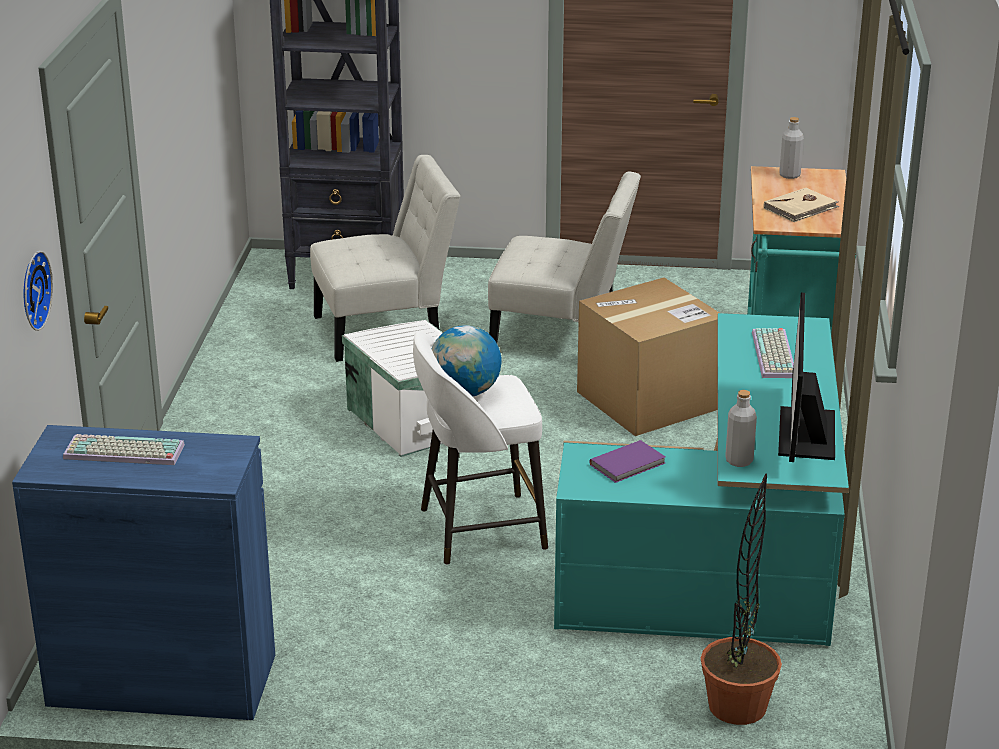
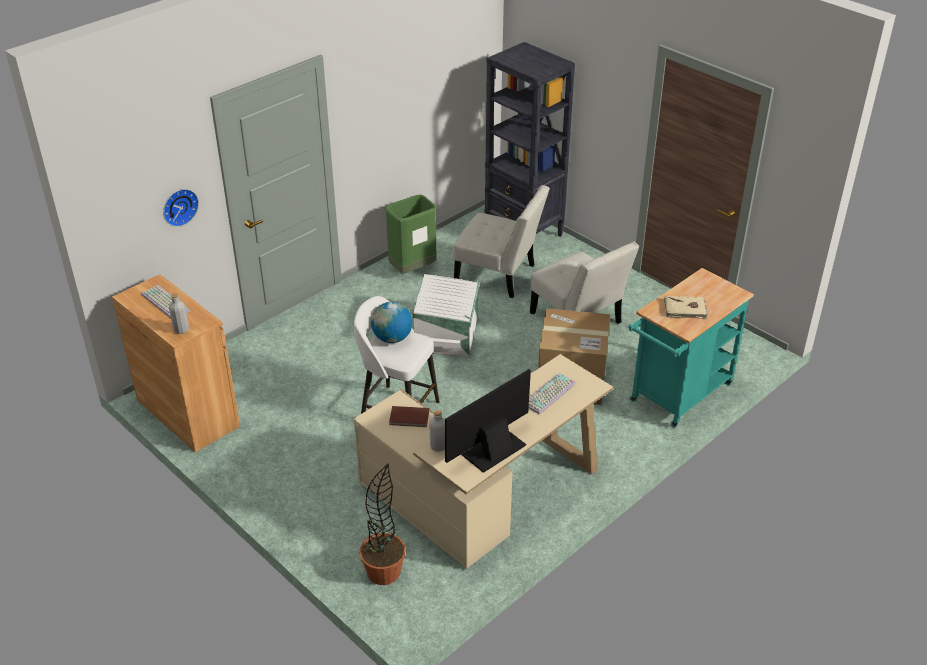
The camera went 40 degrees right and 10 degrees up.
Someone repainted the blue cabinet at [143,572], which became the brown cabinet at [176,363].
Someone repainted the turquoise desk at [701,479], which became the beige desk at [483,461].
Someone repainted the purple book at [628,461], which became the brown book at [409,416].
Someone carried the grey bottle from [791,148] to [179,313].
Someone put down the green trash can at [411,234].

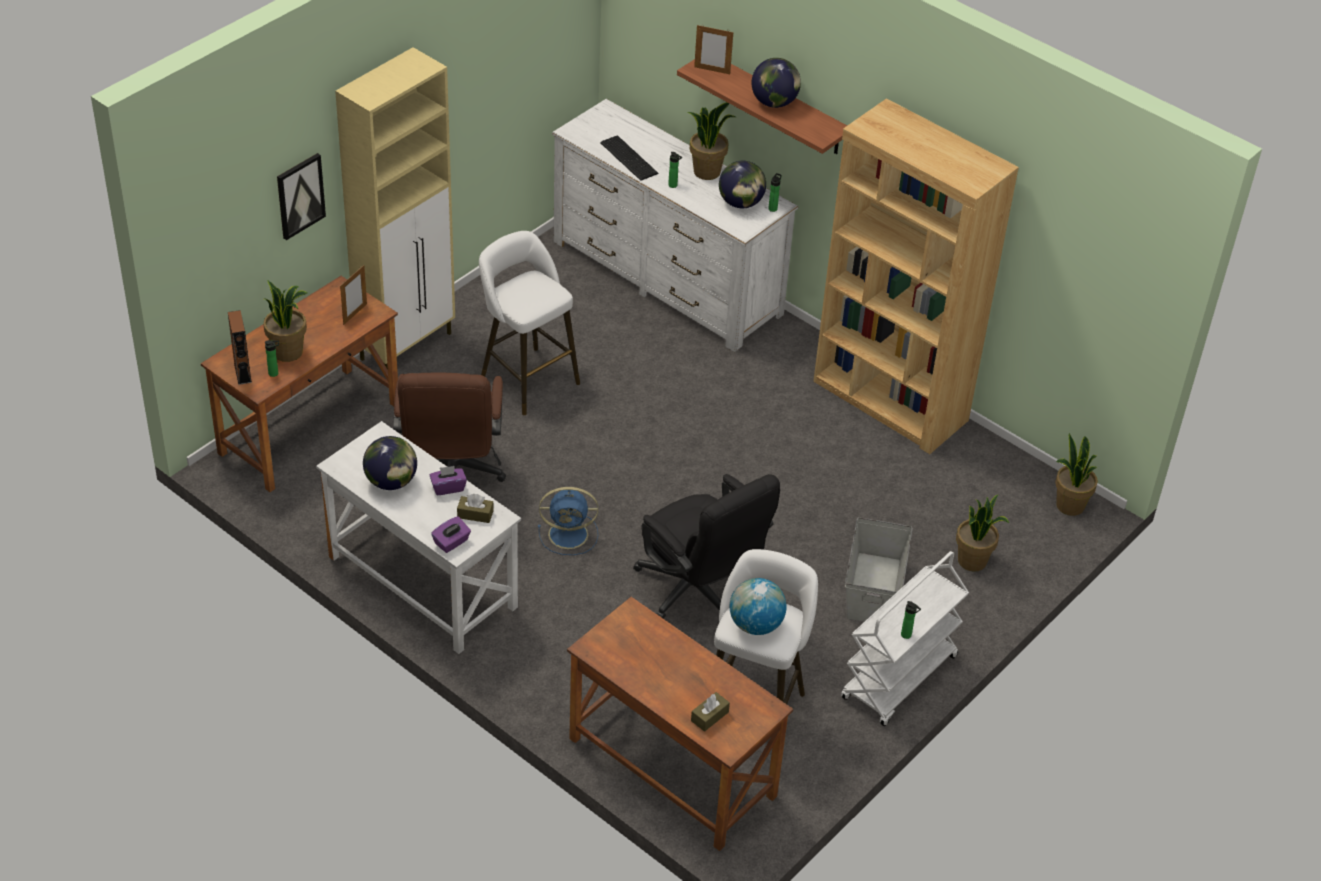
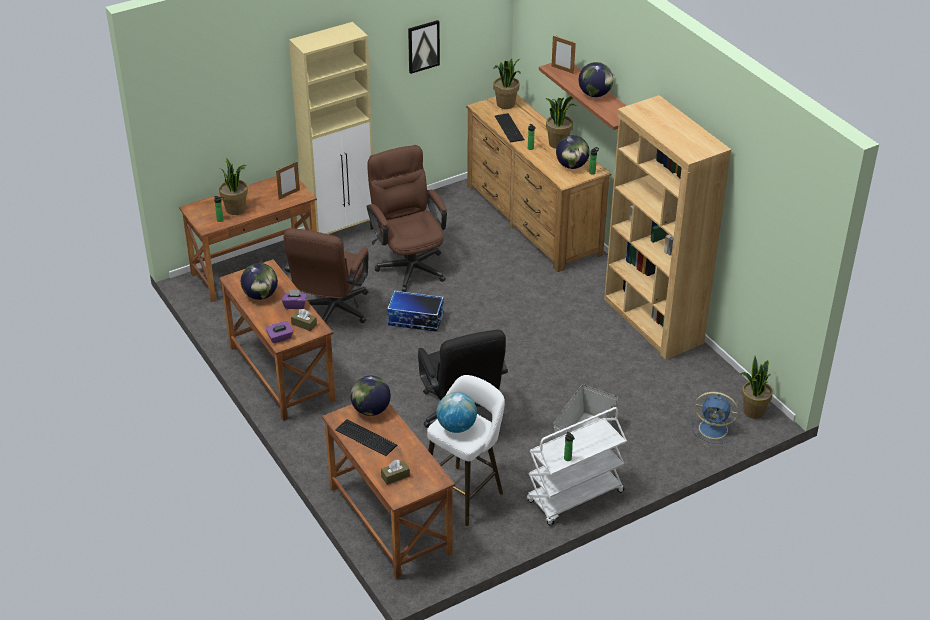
The camera went 20 degrees right and 5 degrees down.
Someone took away the brown speaker at [240,347].
Someone carried the picture from [301,196] to [424,47].
Someone repainted the white desk at [418,537], which became the brown desk at [277,340].
Someone swapped the white stool at [529,323] for the brown office chair at [407,218].
Someone carried the blue fan from [568,521] to [715,418].
Someone repainted the white dresser at [675,225], which became the brown dresser at [538,183].
Someone carried the potted plant from [982,533] to [507,83].
Someone put down the keyboard at [366,437].
Someone put down the globe at [370,396].
Someone put down the storage box at [415,311].

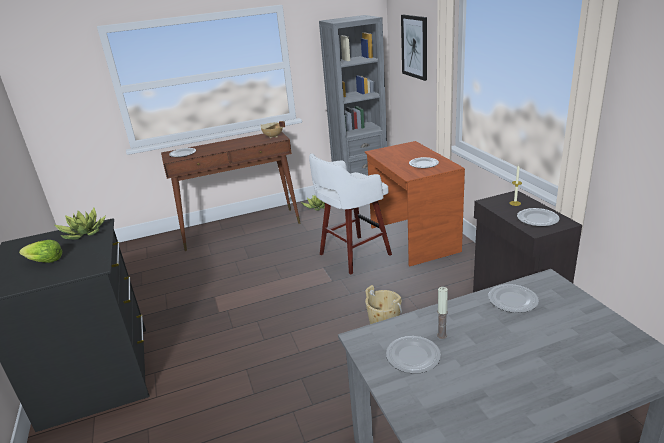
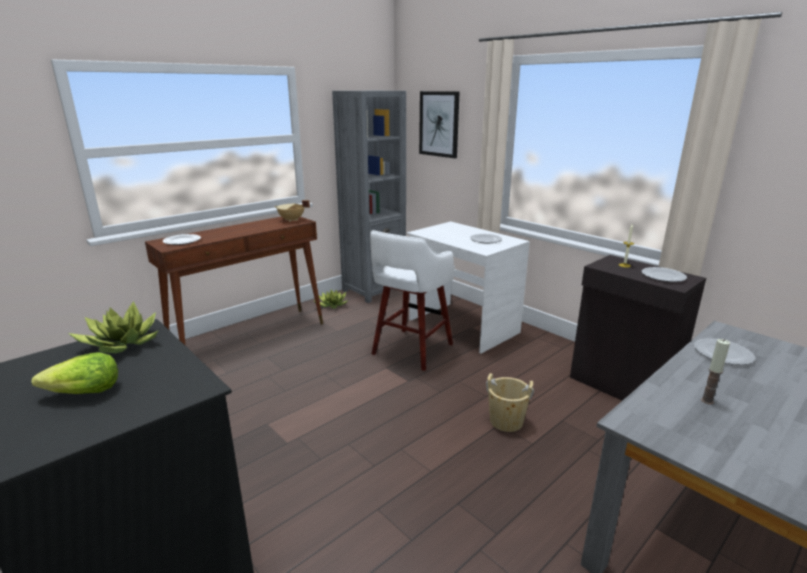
The camera went 25 degrees left and 5 degrees down.
Someone repainted the brown desk at [415,203], which became the white desk at [468,287].
Someone took away the plate at [413,355].

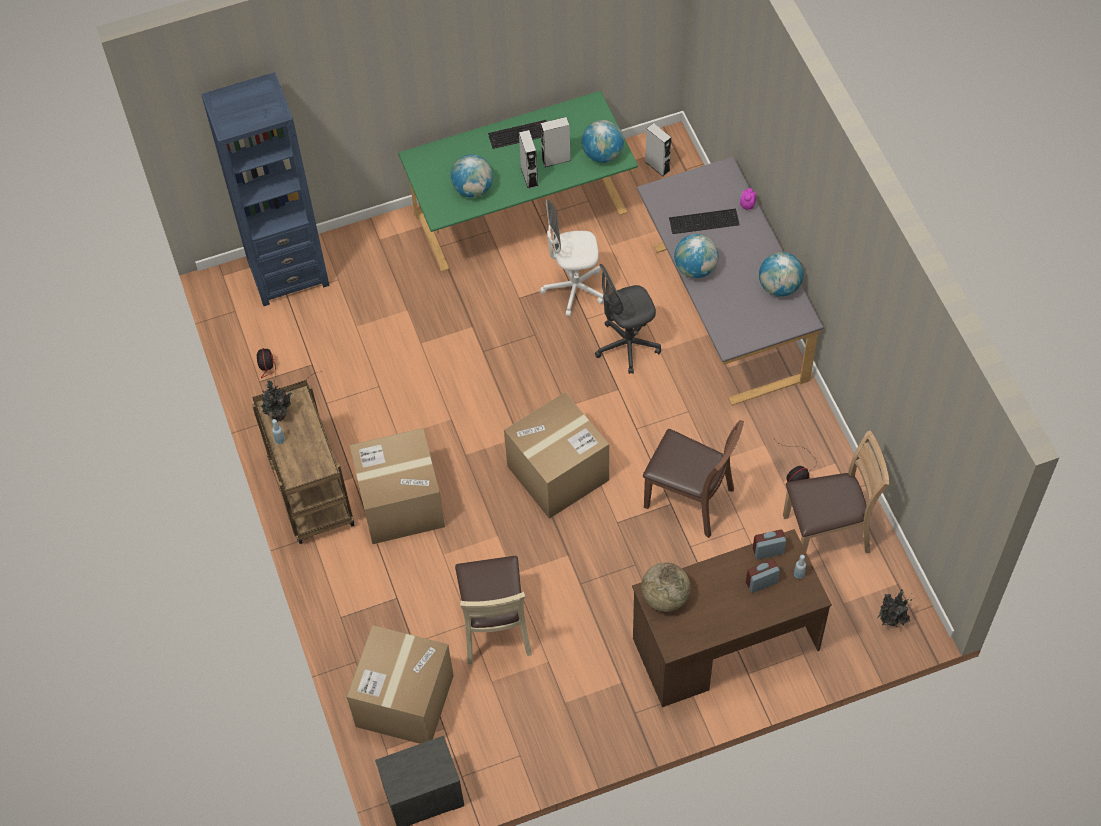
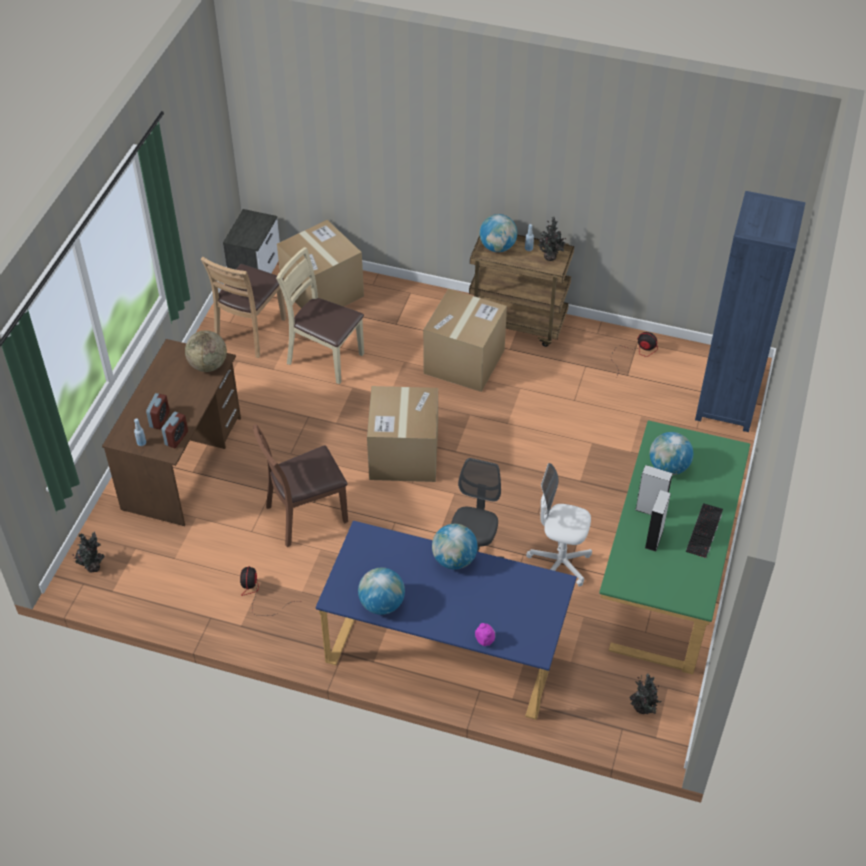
The camera went 125 degrees right and 10 degrees down.
Someone rotated the white office chair at [572,258] by 105 degrees counterclockwise.
Someone carried the globe from [603,141] to [498,233].
Someone repainted the grey desk at [730,281], which became the blue desk at [446,620].
Someone swapped the grey speaker at [658,149] for the potted plant at [645,693].
Someone took away the keyboard at [704,221].
Someone carried the brown chair from [836,492] to [243,307].

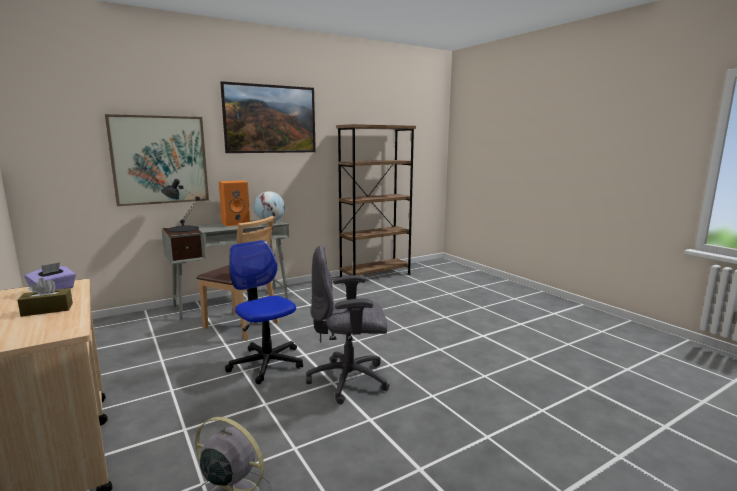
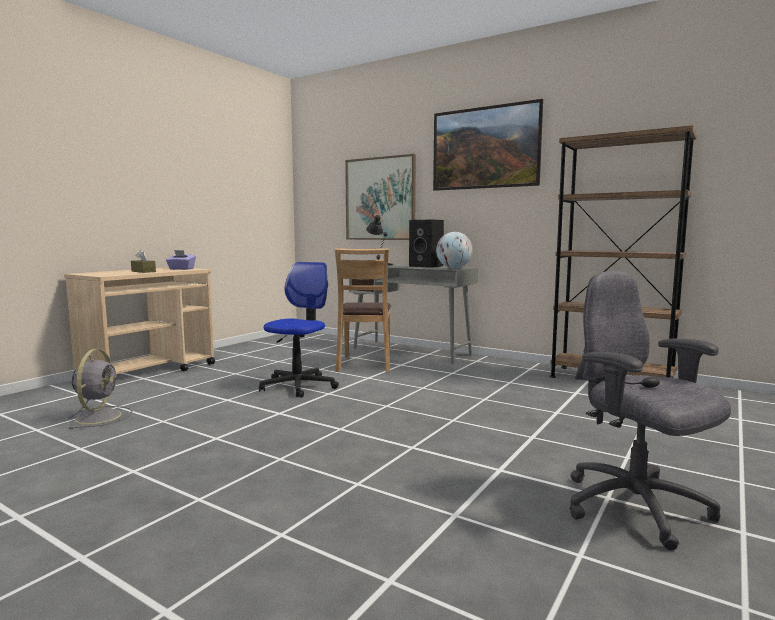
The camera went 65 degrees right and 5 degrees down.
Someone repainted the orange speaker at [234,203], which became the black speaker at [426,244].
Someone carried the grey office chair from [348,325] to [650,410].

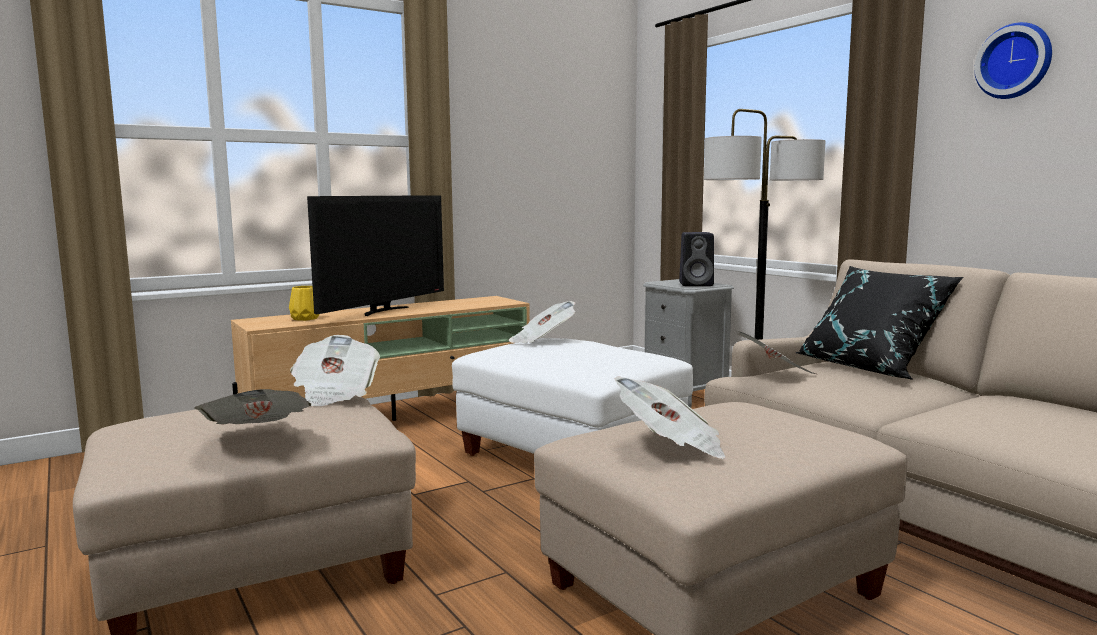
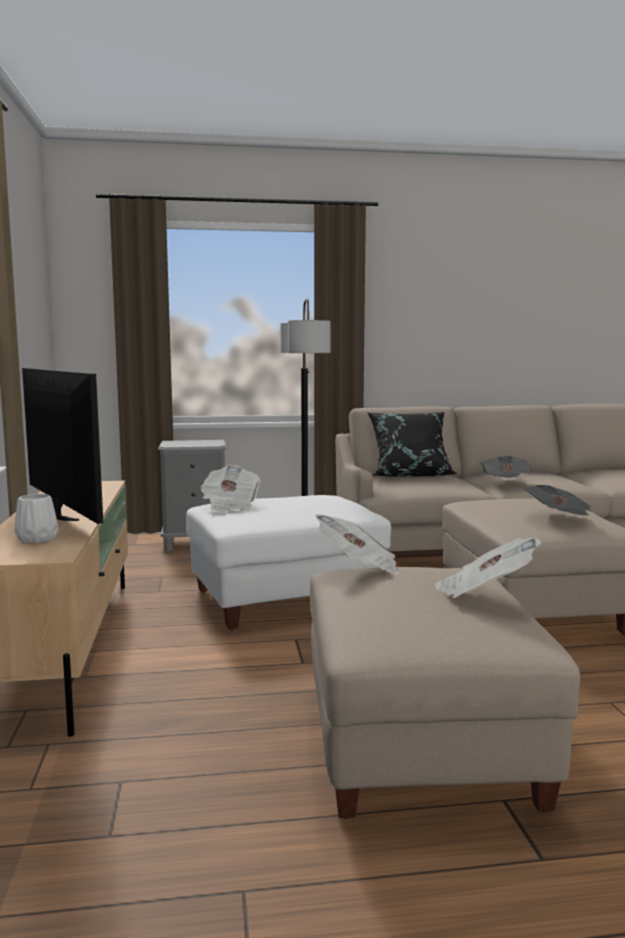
The camera went 65 degrees left and 0 degrees up.
Someone repainted the yellow vase at [304,303], which became the white vase at [37,518].
Someone took away the black speaker at [696,259].
Someone carried the newspaper from [776,352] to [506,467].
Someone took away the wall clock at [1013,60].

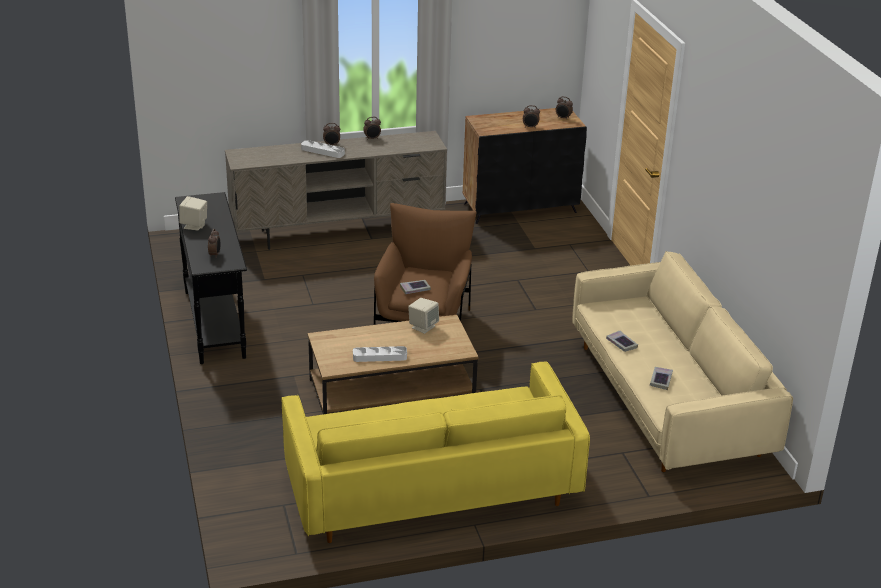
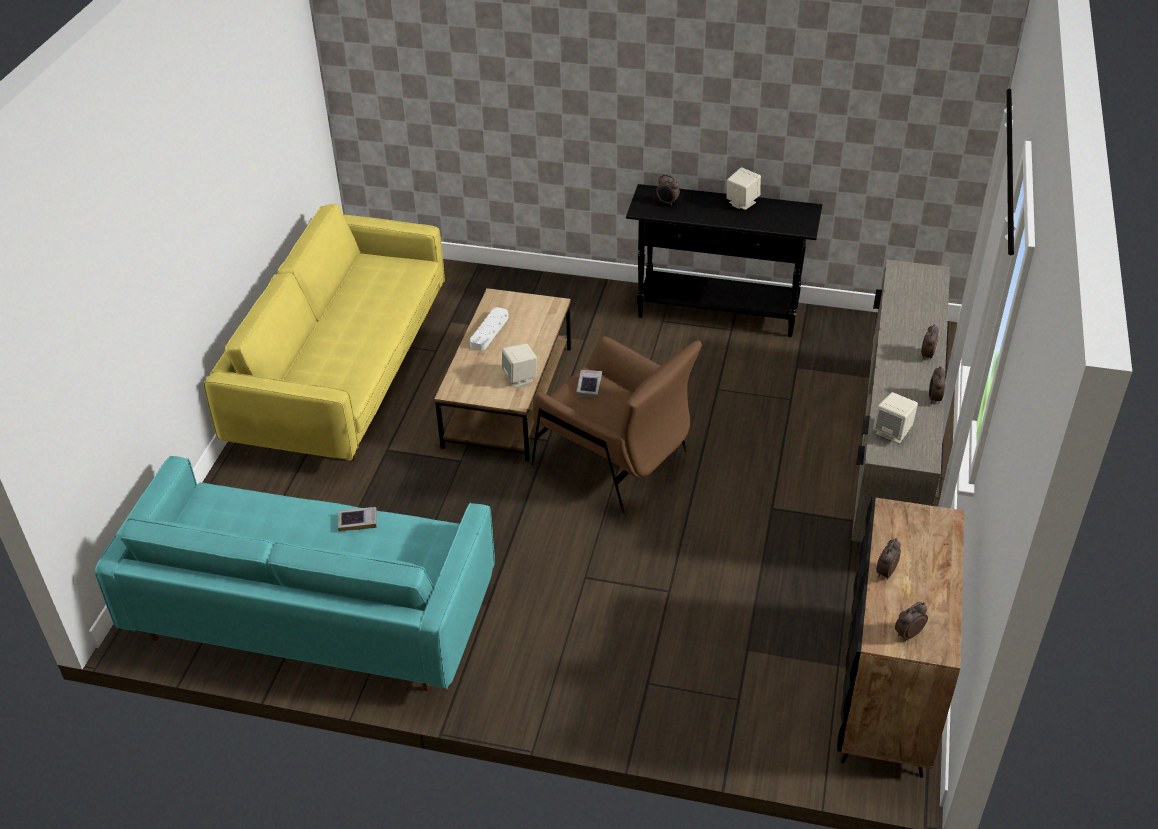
The camera went 120 degrees right and 10 degrees up.
Someone took away the white tray at [323,149].
Someone repainted the beige sofa at [682,361], which became the turquoise sofa at [295,573].
Someone took away the book at [661,378].
Someone put down the beige speaker at [895,418].

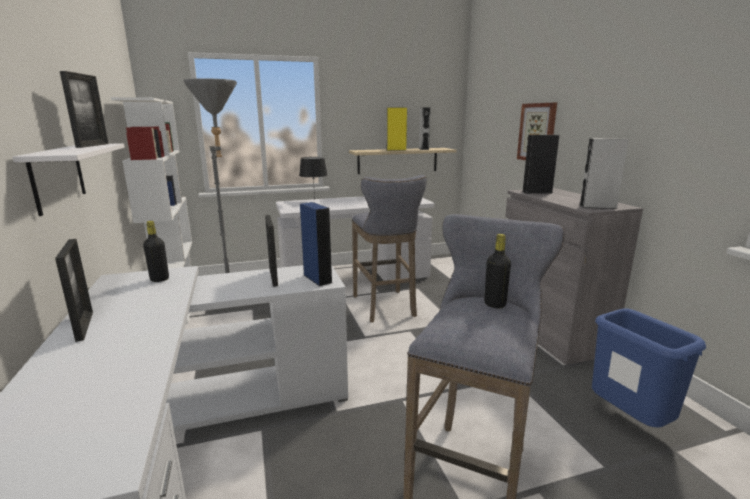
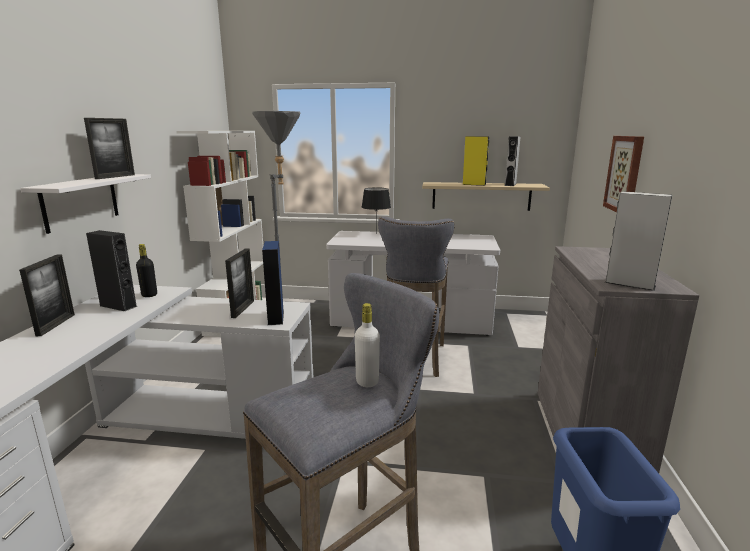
The camera went 25 degrees right and 0 degrees up.
Someone repainted the black bottle at [497,271], which became the white bottle at [367,345].
Someone carried the black speaker from [541,164] to [111,270].

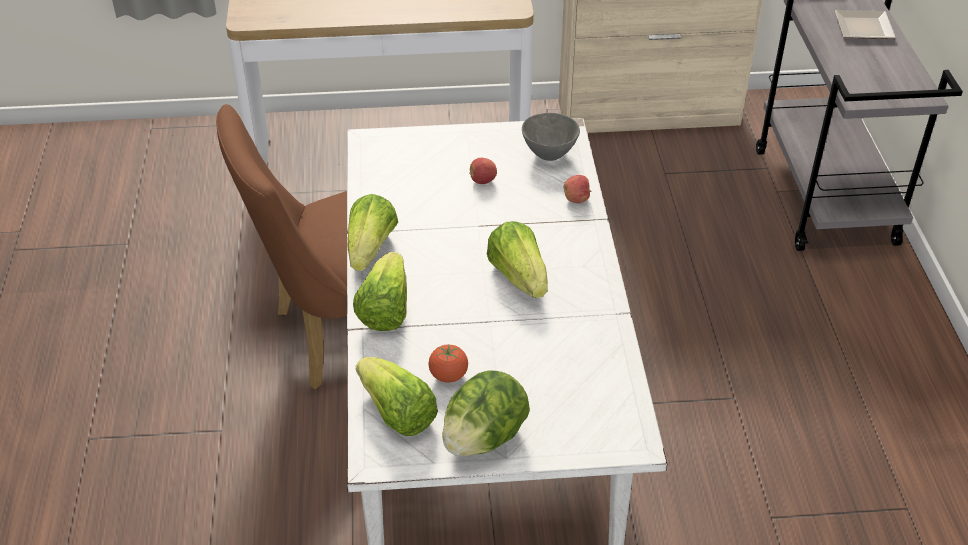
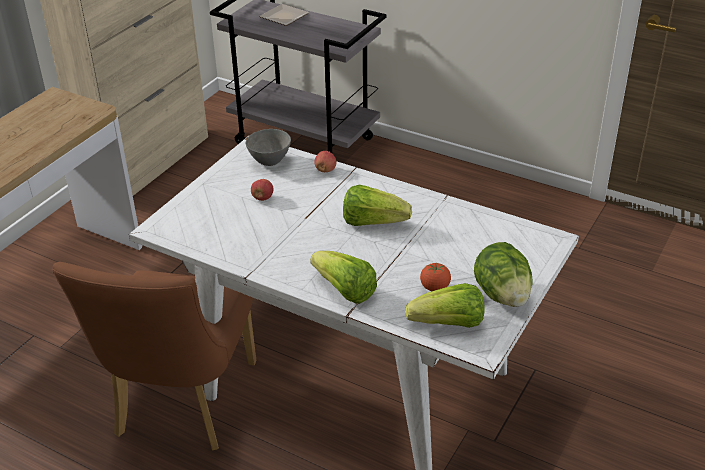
The camera went 55 degrees left and 5 degrees down.
Someone took away the lettuce at [373,232].

